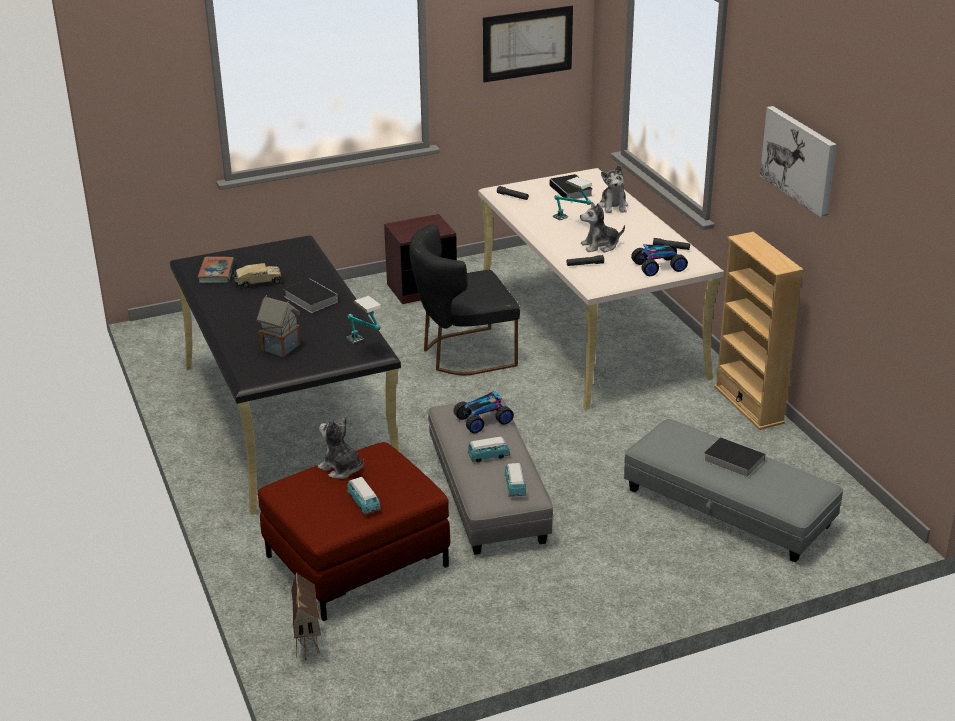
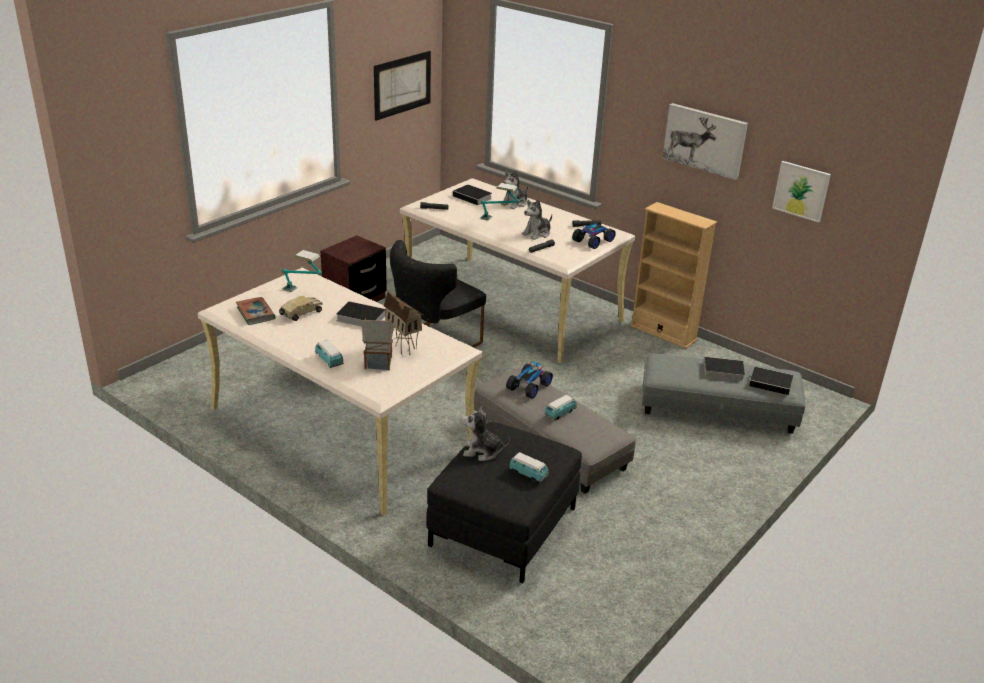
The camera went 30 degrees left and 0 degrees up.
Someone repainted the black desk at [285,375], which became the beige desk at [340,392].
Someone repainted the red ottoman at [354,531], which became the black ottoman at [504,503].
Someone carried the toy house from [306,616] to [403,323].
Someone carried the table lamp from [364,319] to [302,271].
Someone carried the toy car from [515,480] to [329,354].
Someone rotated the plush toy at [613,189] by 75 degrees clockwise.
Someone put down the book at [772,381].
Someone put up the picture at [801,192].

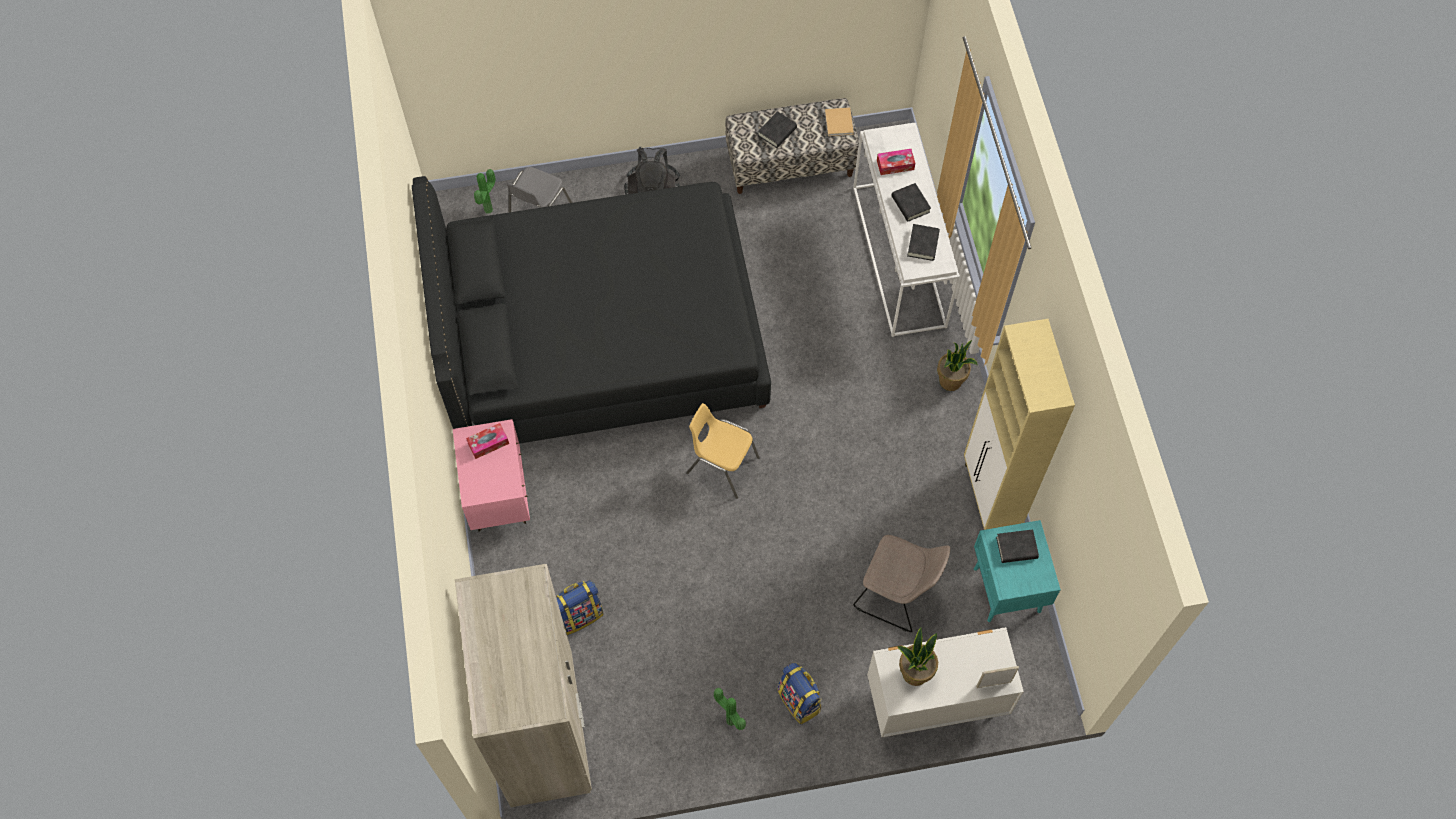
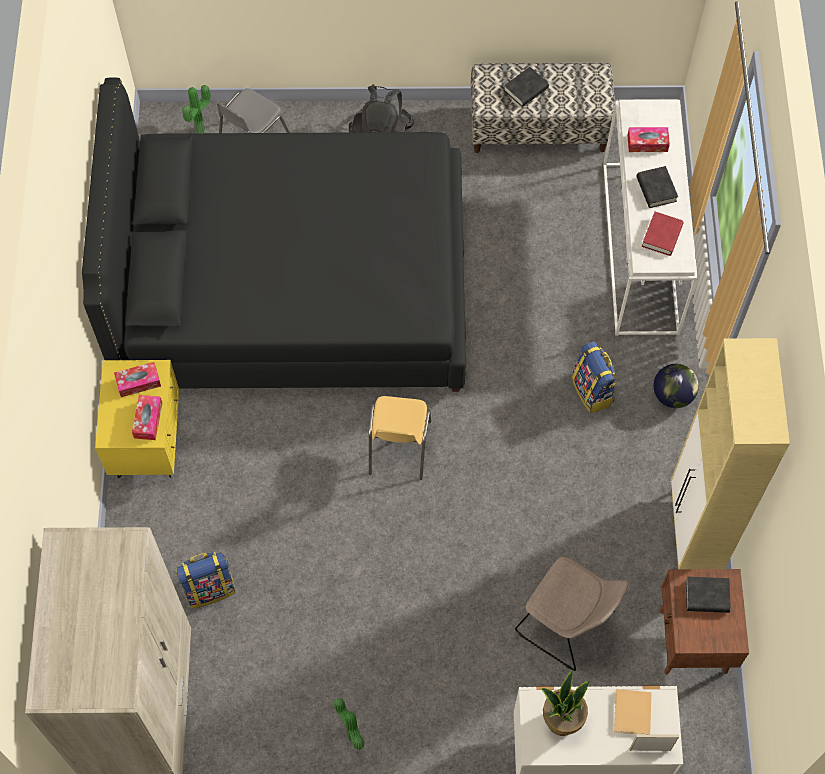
The camera went 10 degrees right and 0 degrees up.
Someone repainted the pink nightstand at [491,475], which became the yellow nightstand at [137,419].
Someone rotated the yellow chair at [723,451] by 120 degrees counterclockwise.
Someone carried the backpack from [800,694] to [594,378].
Someone carried the beige book from [839,122] to [633,711].
Someone repainted the black book at [923,242], which became the red book at [663,234].
Someone swapped the potted plant at [957,365] for the globe at [676,386].
Someone repainted the turquoise nightstand at [1017,571], which became the brown nightstand at [704,622].
Someone put down the tissue box at [147,417].

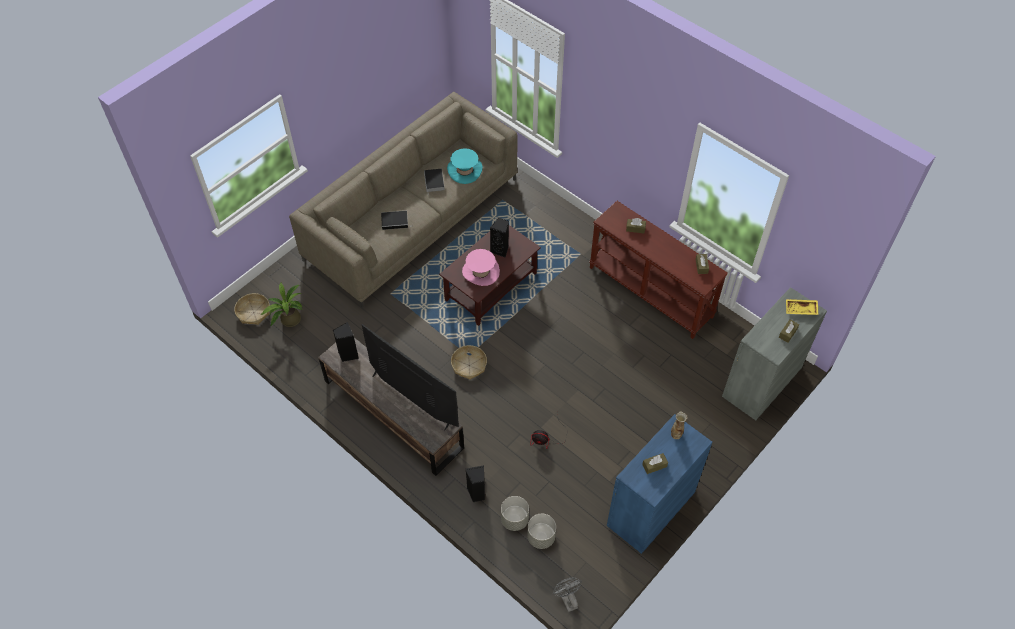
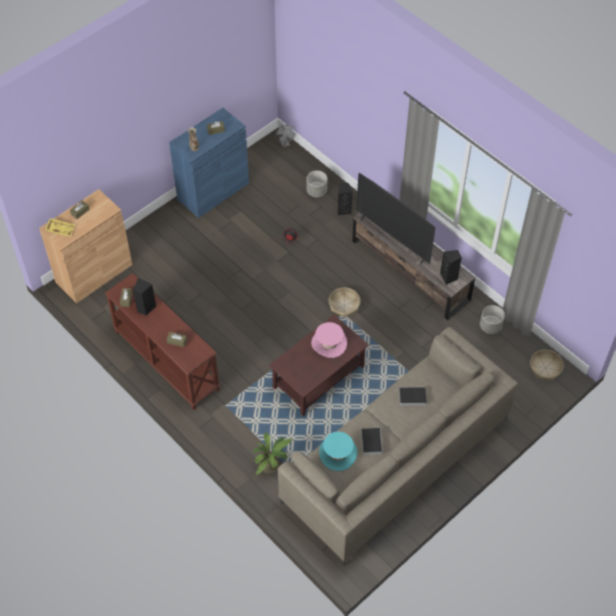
The camera went 175 degrees left and 0 degrees up.
Someone carried the potted plant from [281,305] to [273,453].
Someone carried the black speaker from [499,238] to [144,297].
Someone carried the grey planter from [541,531] to [492,319].
Someone repainted the grey cabinet at [774,353], which became the brown cabinet at [86,246].

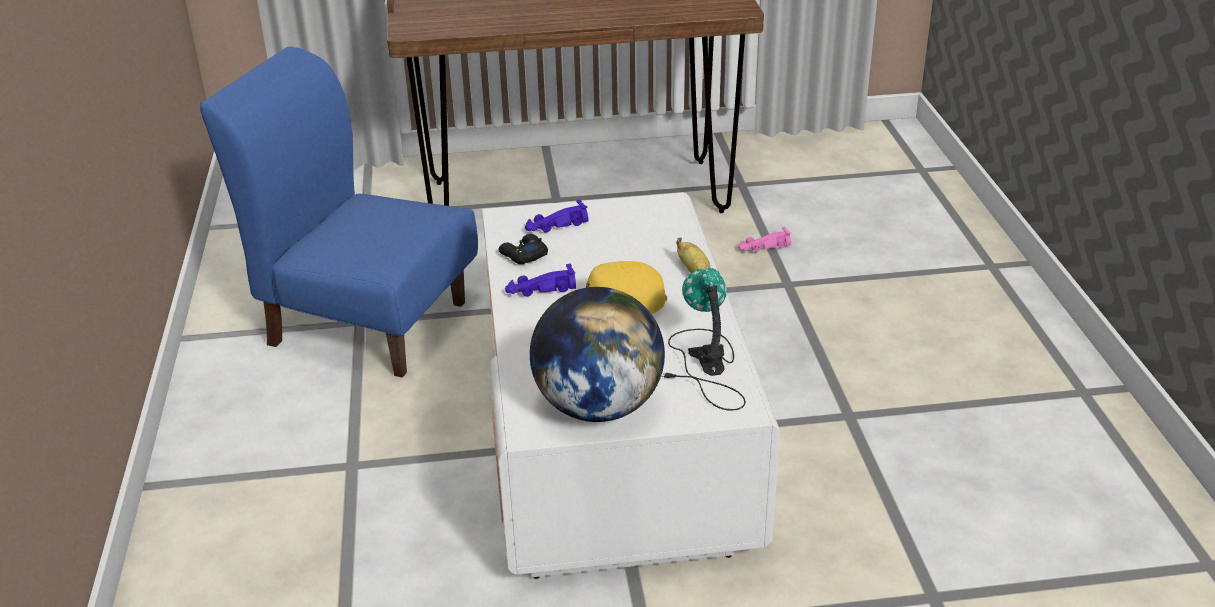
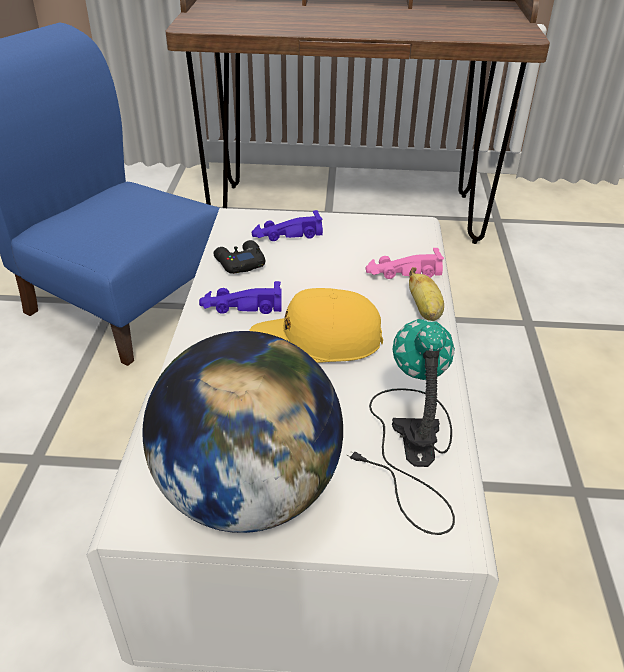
The camera went 10 degrees right and 5 degrees up.
Someone carried the pink toy car from [764,239] to [404,263].

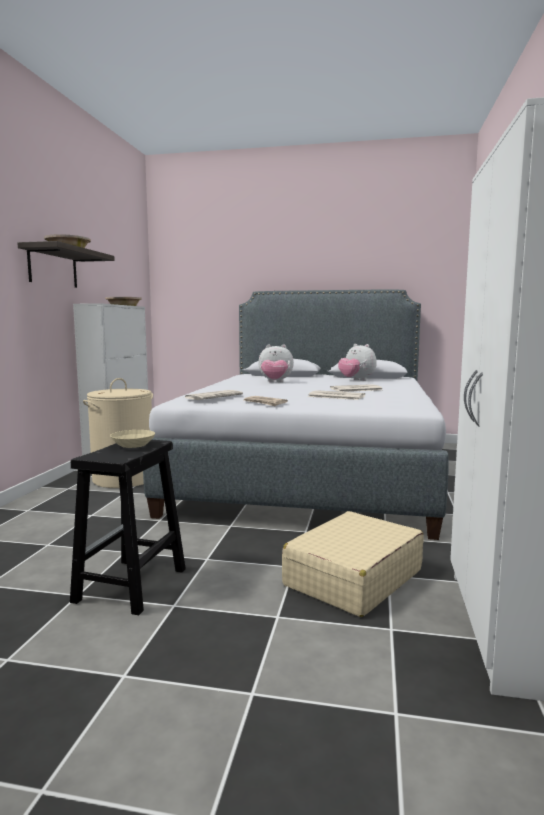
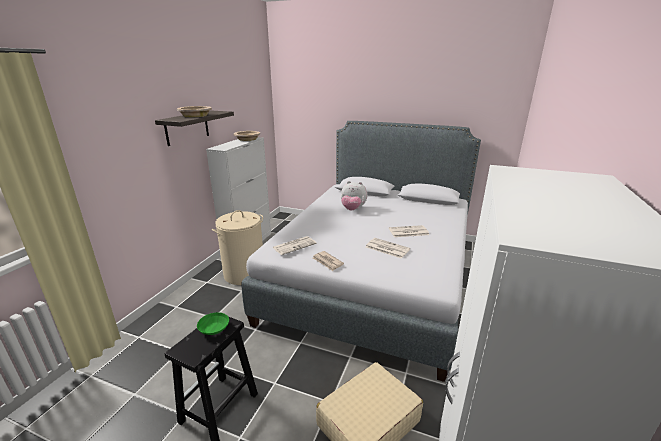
The camera went 10 degrees right and 15 degrees up.
Someone repainted the beige bowl at [132,439], which became the green bowl at [213,323].
Someone took away the plush toy at [357,362].

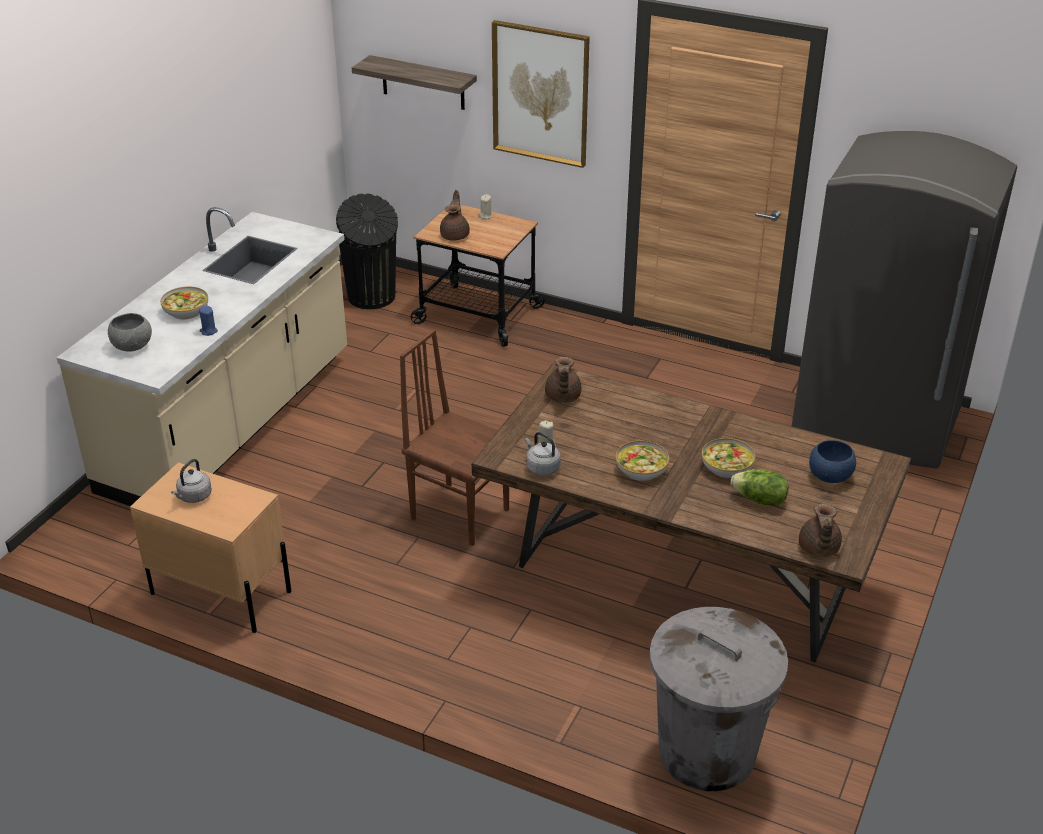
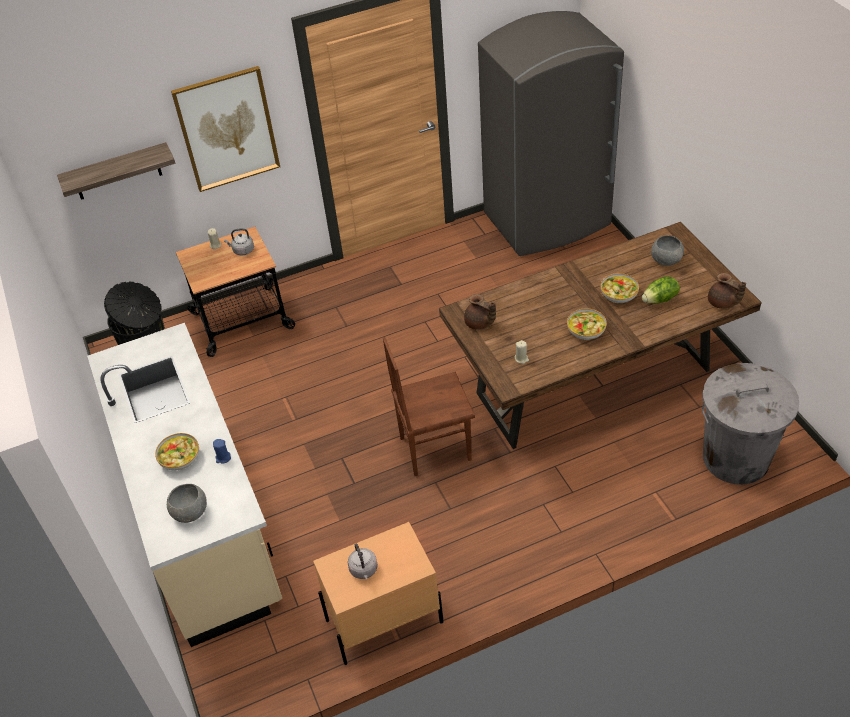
The camera went 45 degrees left and 10 degrees up.
Someone took away the brown teapot at [455,215].
Someone carried the grey kettle from [543,454] to [239,241].
Someone repainted the blue bowl at [832,461], which became the grey bowl at [667,250].

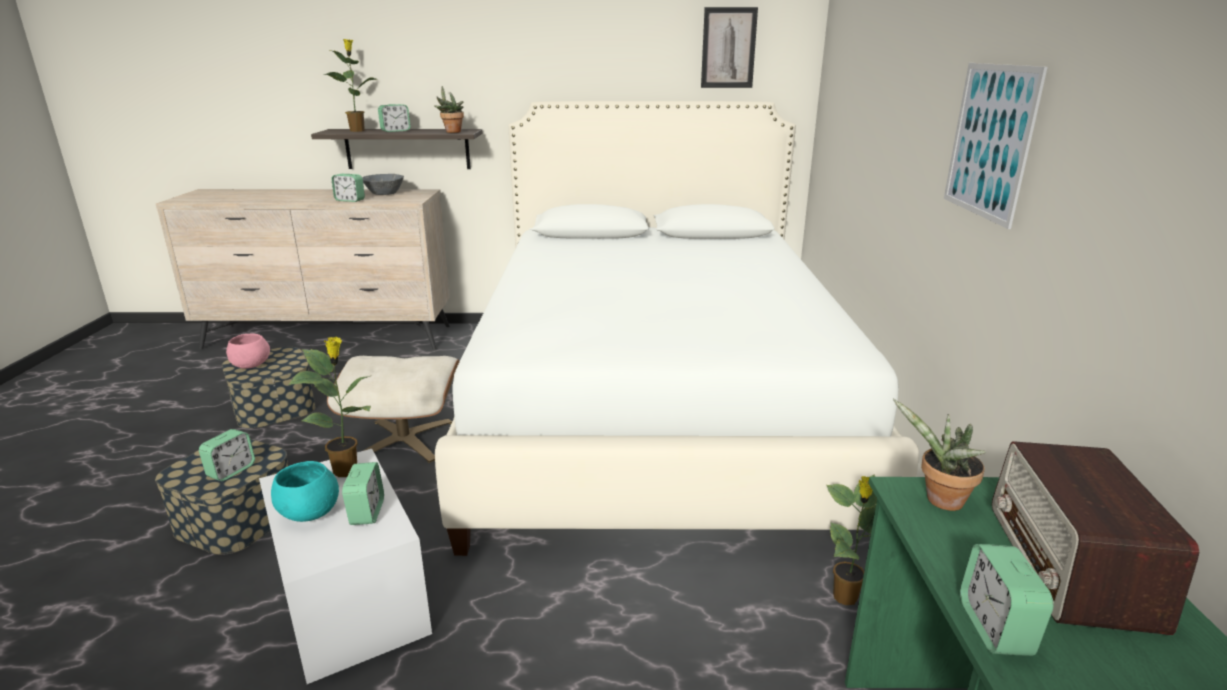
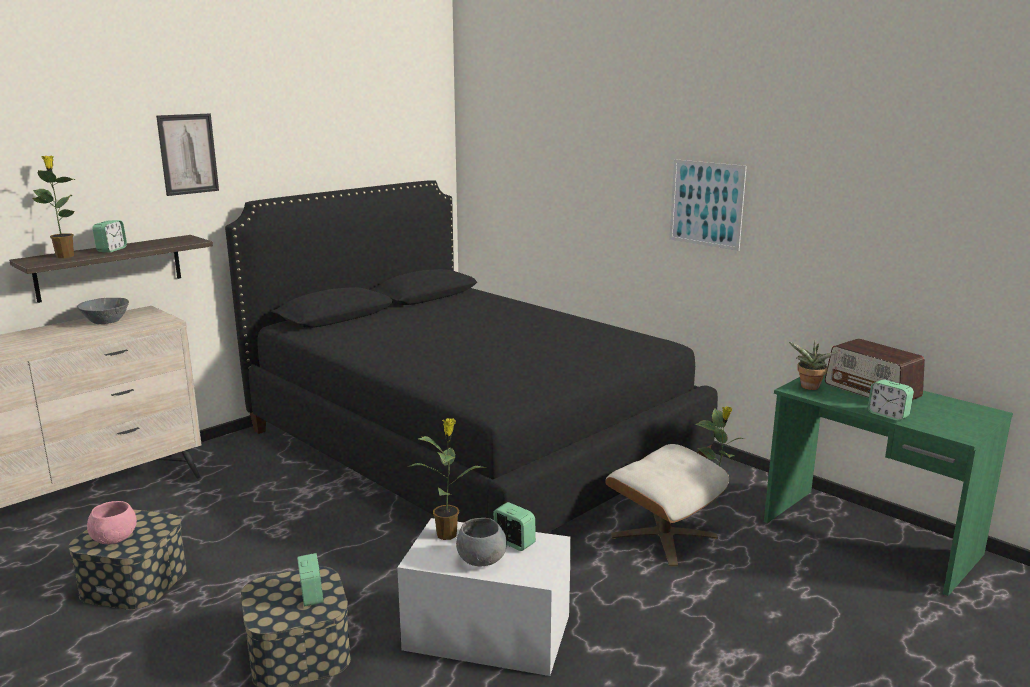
The camera went 45 degrees left and 5 degrees down.
Someone repainted the turquoise bowl at [305,491], which became the grey bowl at [481,542].
Someone carried the beige ottoman from [393,409] to [667,505].
Someone took away the alarm clock at [348,188].
Someone took away the potted plant at [449,109].
Someone repainted the white bed at [677,328], which became the black bed at [471,356].
Someone carried the picture from [729,47] to [187,155].

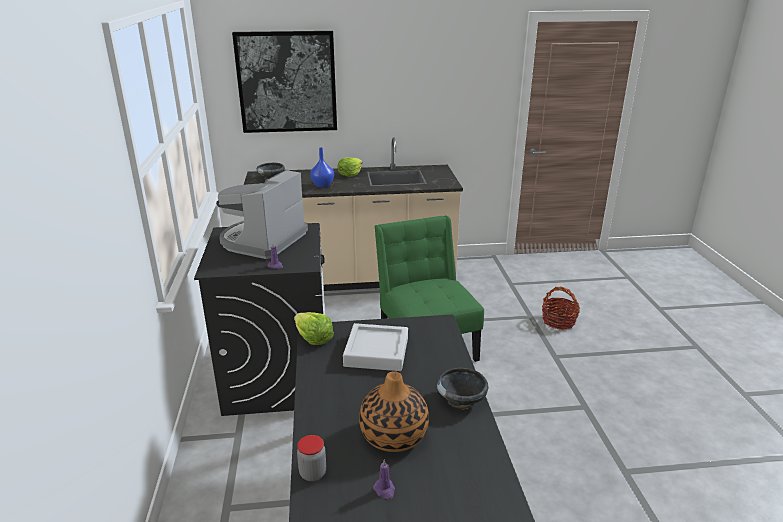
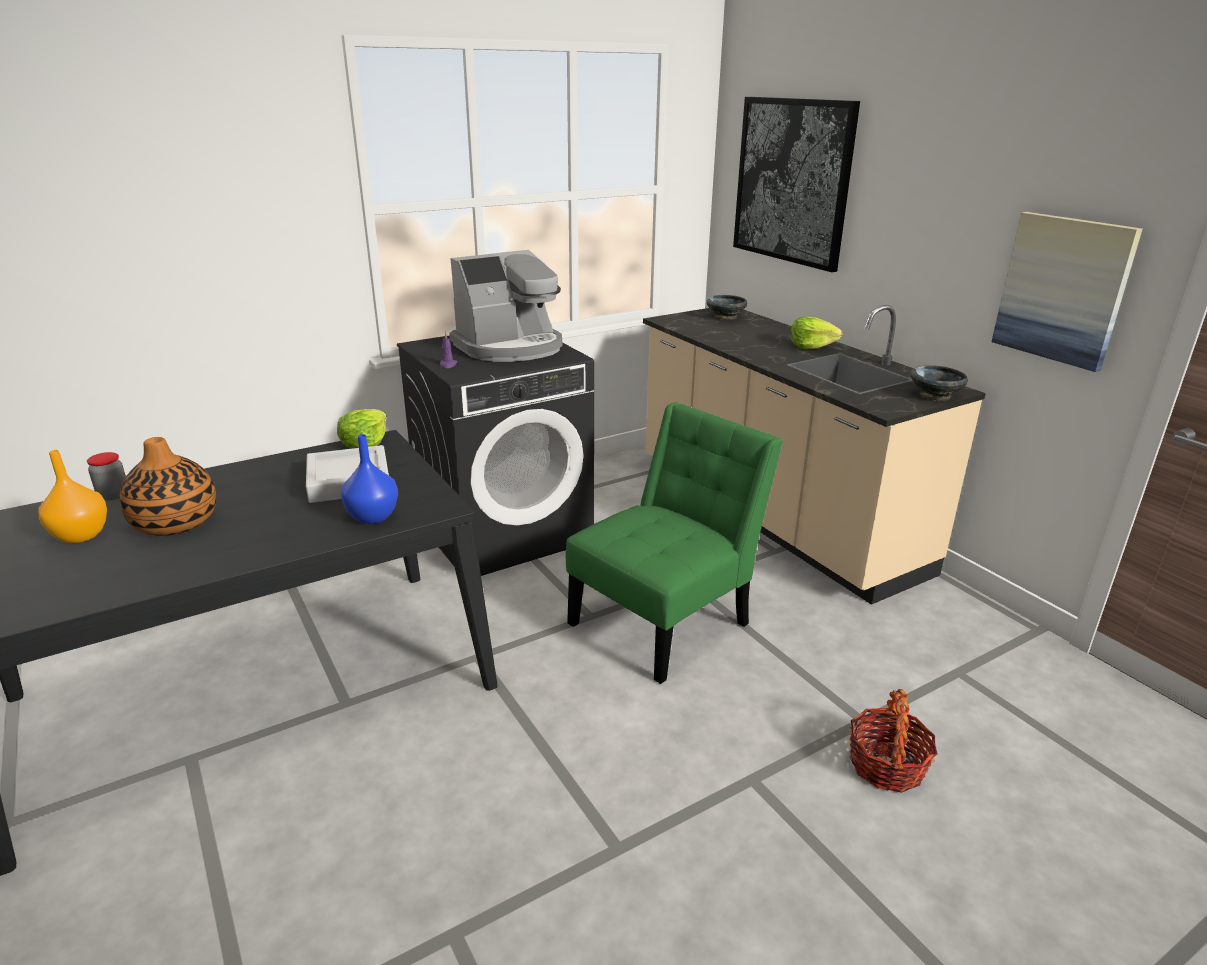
The camera went 65 degrees right and 0 degrees up.
Someone rotated the coffee machine at [262,214] by 150 degrees clockwise.
Someone carried the blue vase from [322,167] to [369,479].
Someone swapped the purple candle at [384,479] for the orange vase at [72,496].
Someone carried the black bowl from [462,389] to [939,383].
Someone put up the picture at [1067,292].

